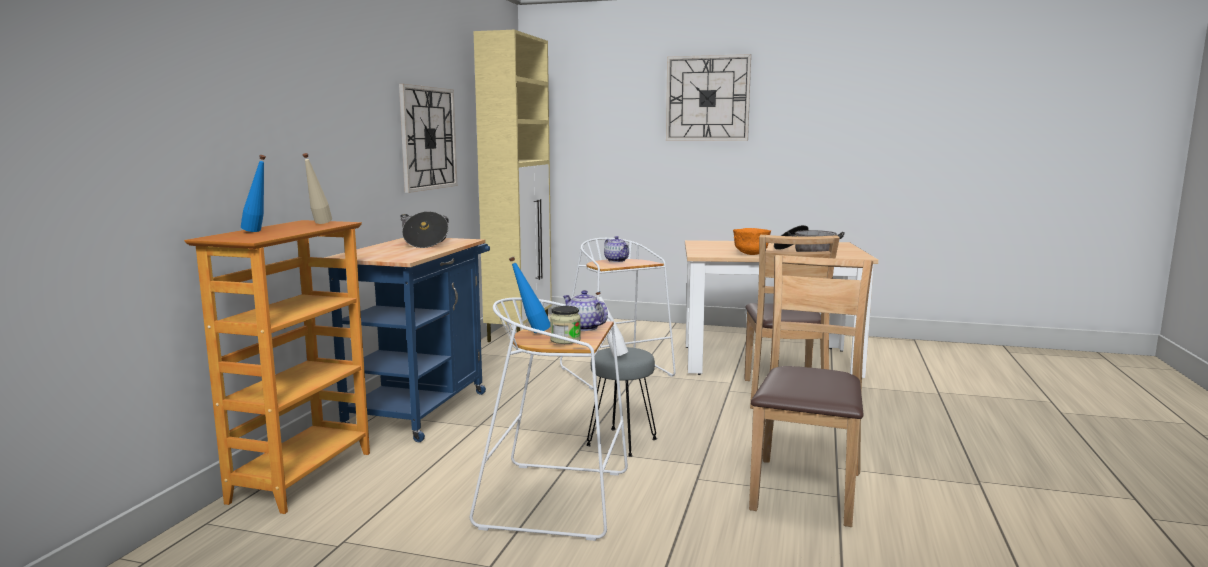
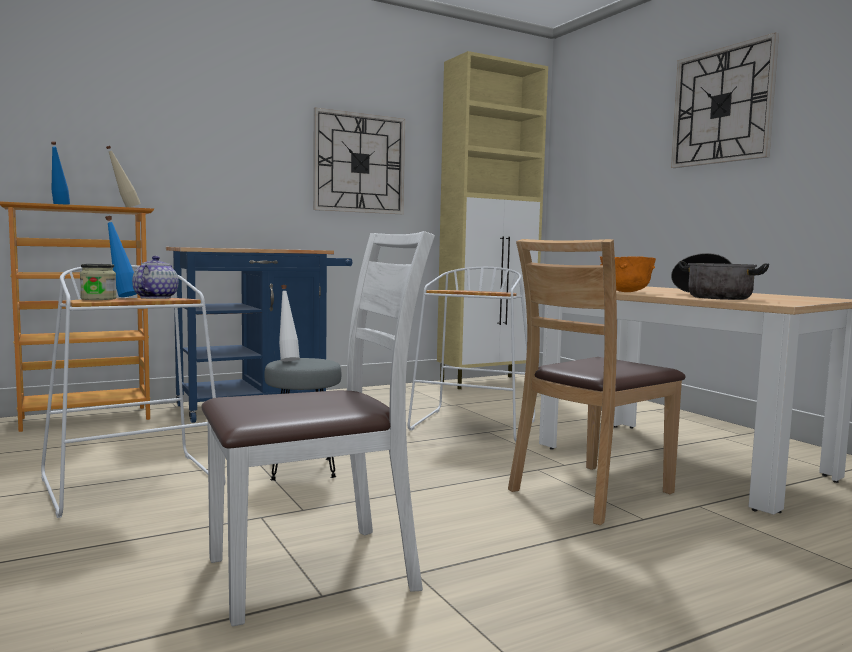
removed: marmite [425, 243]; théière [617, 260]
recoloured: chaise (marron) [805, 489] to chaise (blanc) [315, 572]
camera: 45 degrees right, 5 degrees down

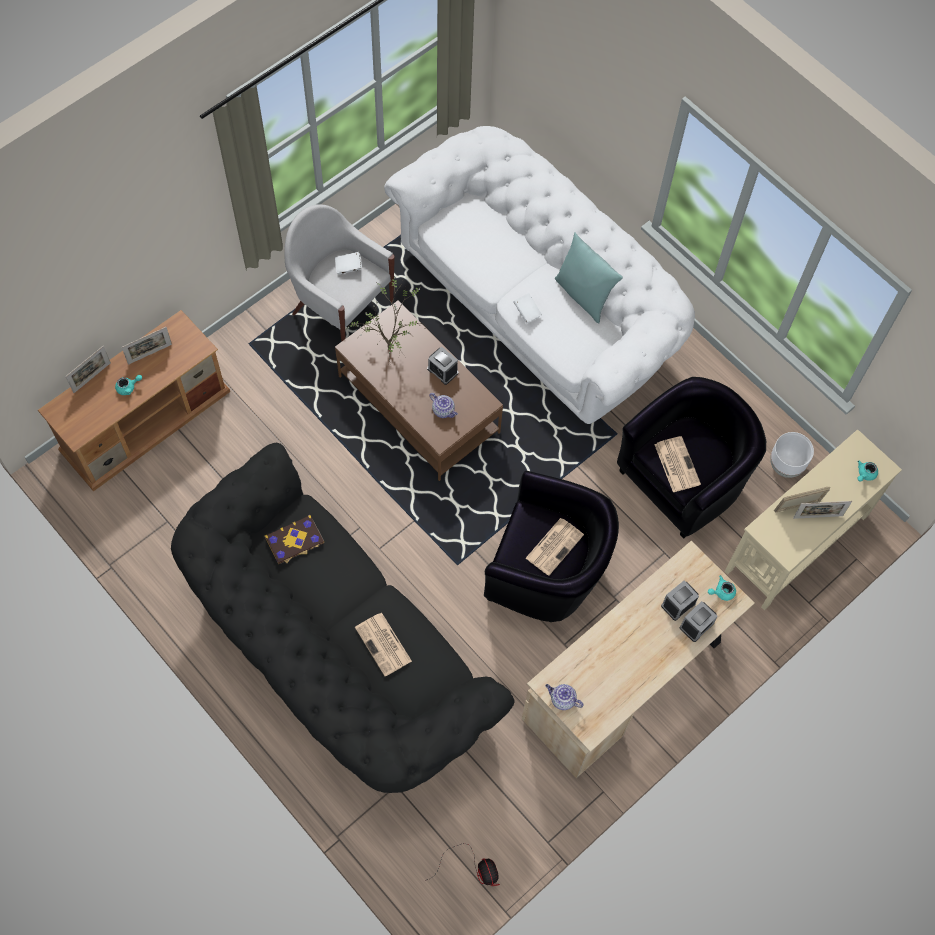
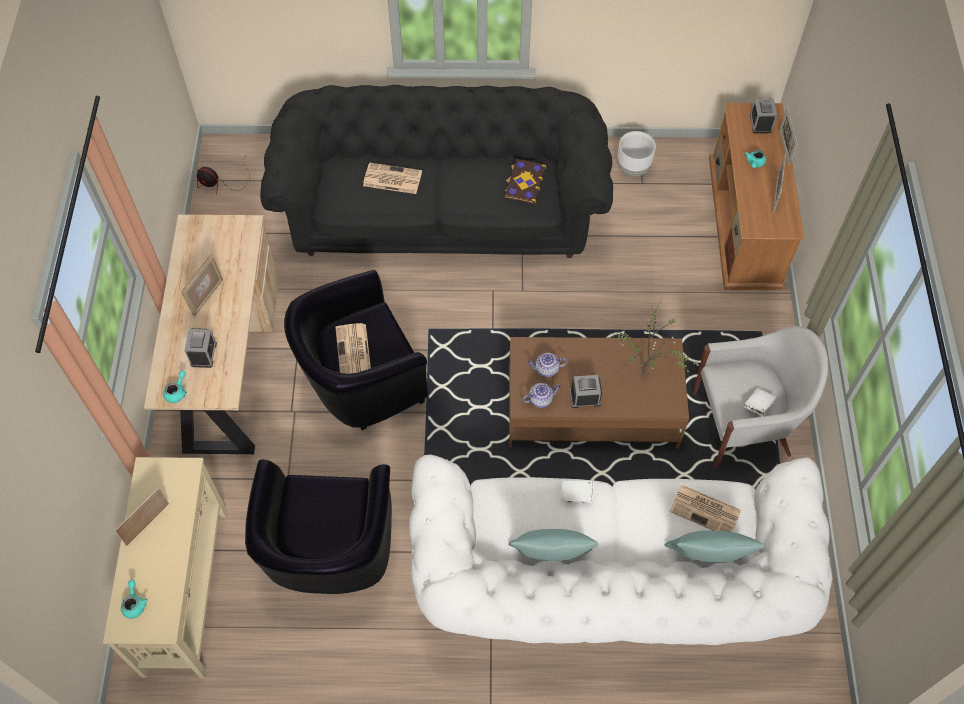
added: coussin (turquoise) [706, 559]
moved: théière [562, 699] to [541, 399]; journal [676, 464] to [706, 511]; réveil [696, 625] to [760, 123]; cache-pot (blanc) [785, 465] to [633, 168]; cadre photo [797, 507] to [206, 296]
camera: 135 degrees right, 5 degrees down

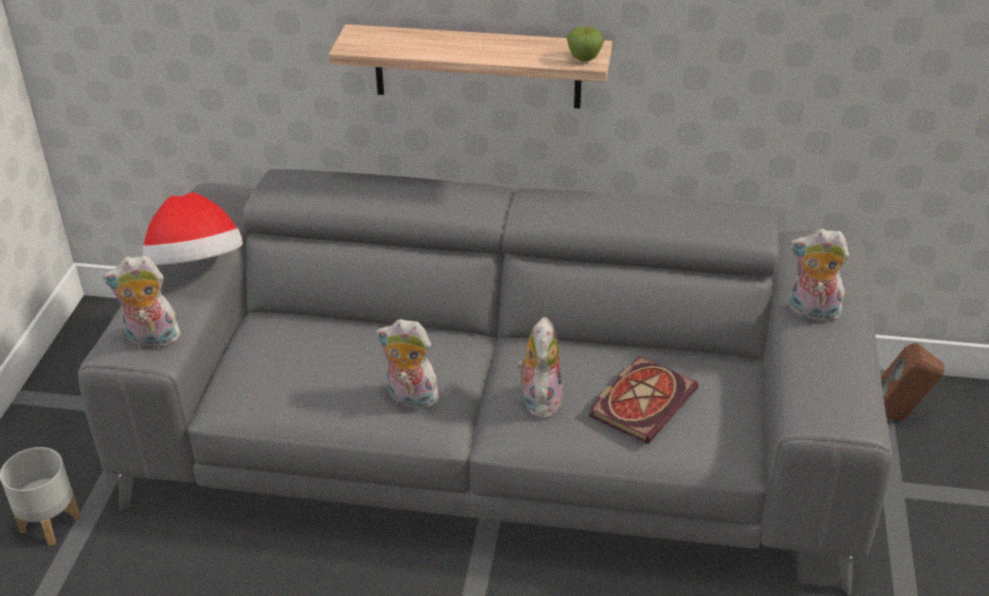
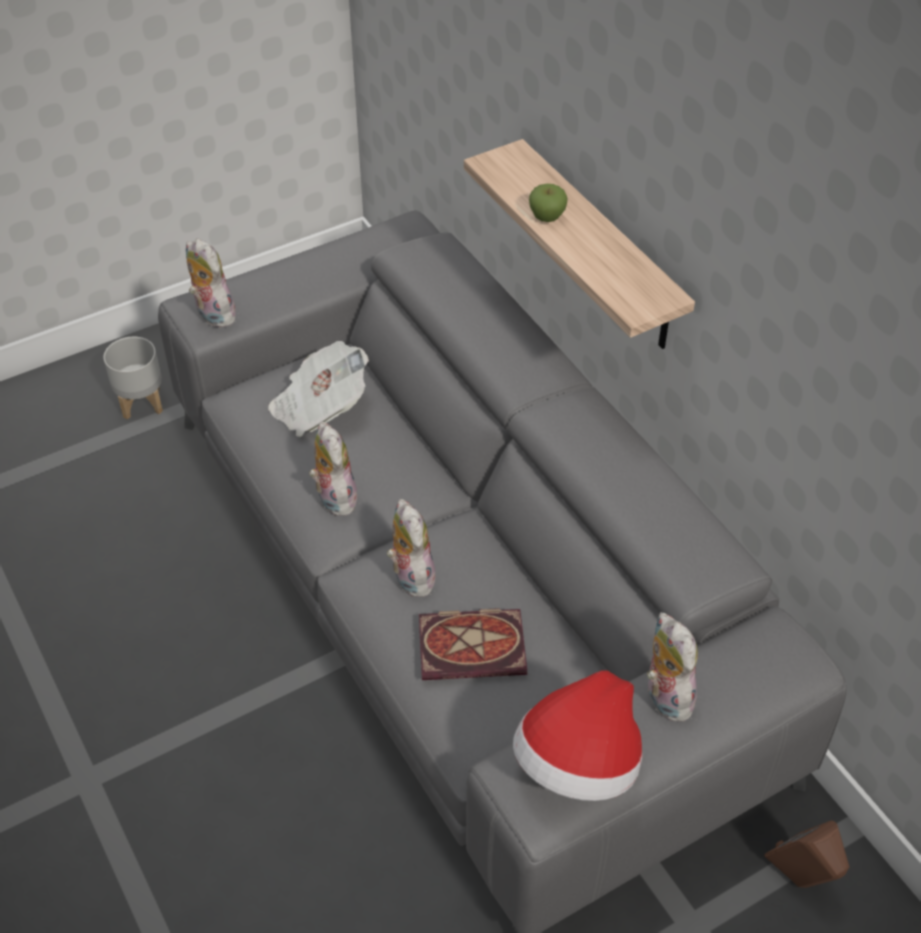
added: journal [319, 407]
moved: chapeau [197, 267] to [579, 764]; pomme [584, 59] to [547, 217]
turned: peluche [539, 399] = [410, 576] 75 degrees counterclockwise
camera: 50 degrees right, 10 degrees up

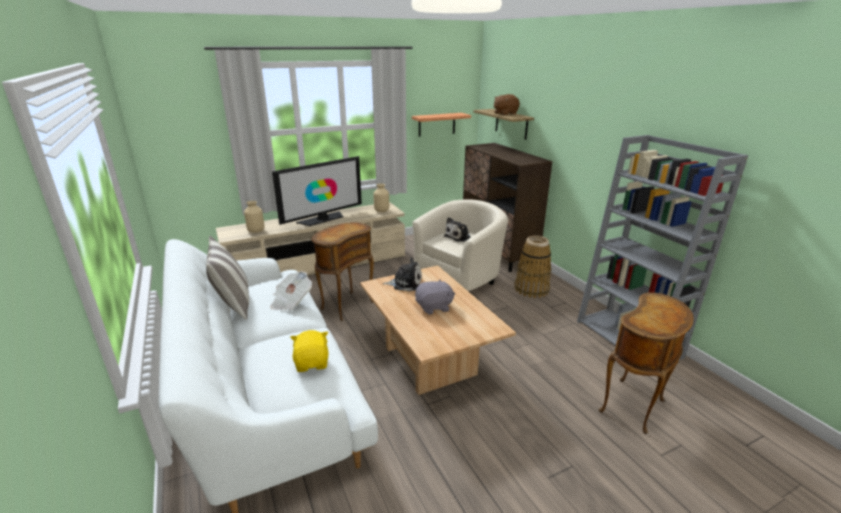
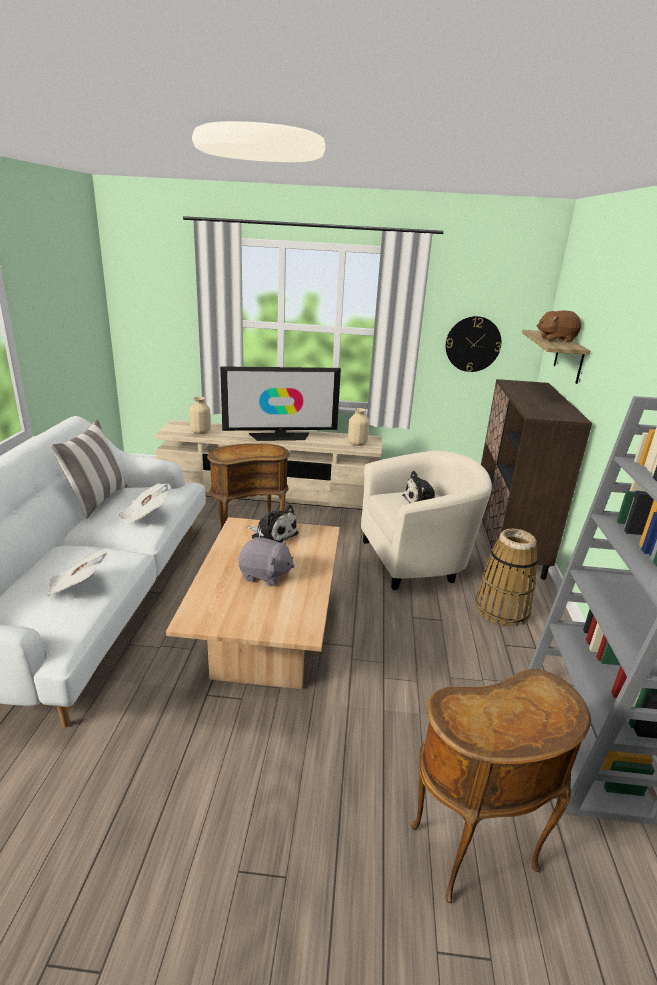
replaced: peluche (jaune) [312, 363] to journal [78, 585]; étagère [436, 124] to horloge murale [473, 344]
camera: 30 degrees right, 0 degrees up

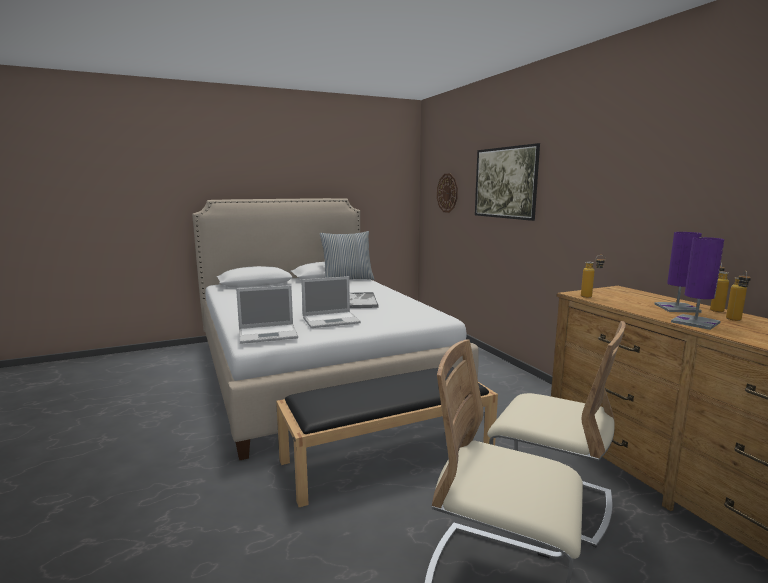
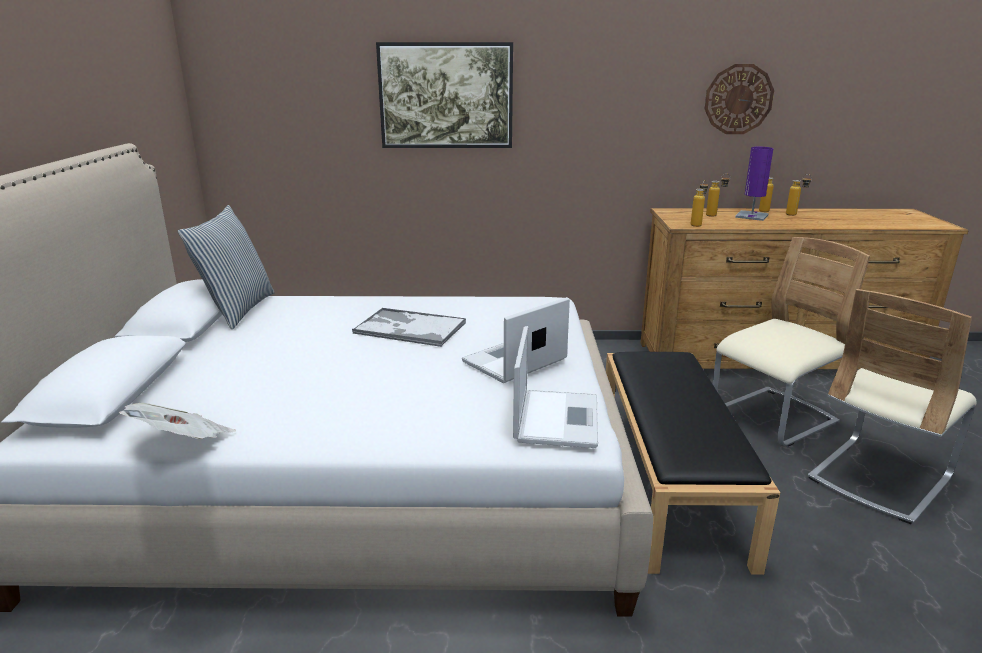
removed: lampe de table (violet) [695, 322]
added: journal [184, 443]; bouteille [715, 215]
moved: horloge murale [447, 193] to [738, 99]
turned: ordinateur portable [332, 320] = [513, 361] 135 degrees counterclockwise
camera: 65 degrees left, 10 degrees up

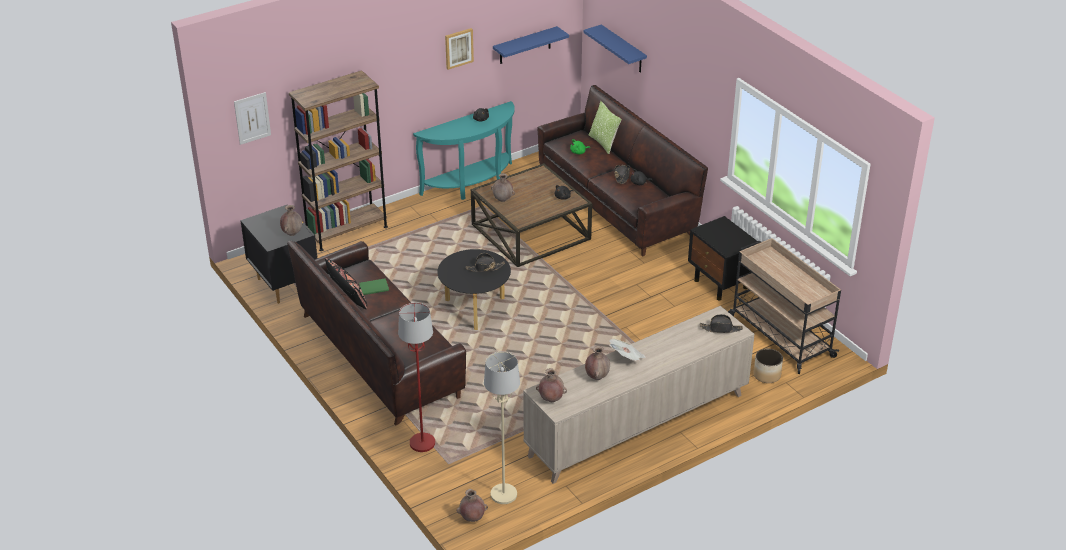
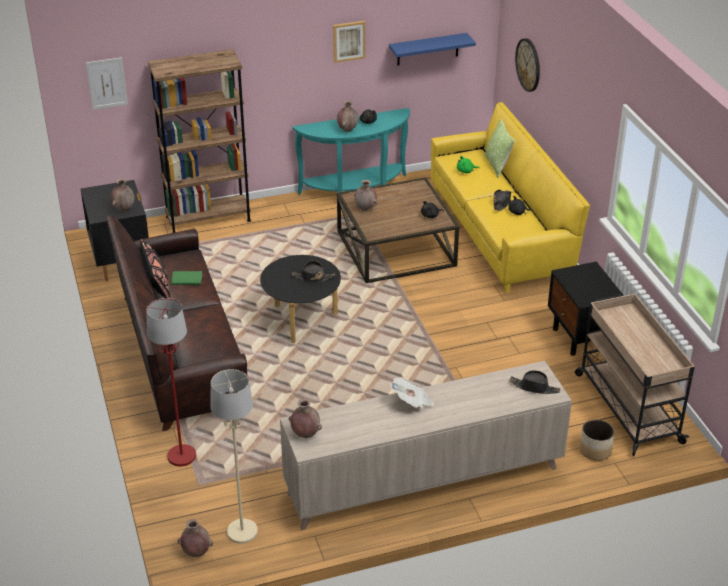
moved: vase (marron) [597, 376] to [347, 129]
replaced: étagère (bleu) [623, 49] to horloge murale [528, 64]
recoloured: canapé (marron) [617, 203] to canapé (jaune) [500, 233]
camera: 15 degrees right, 0 degrees up

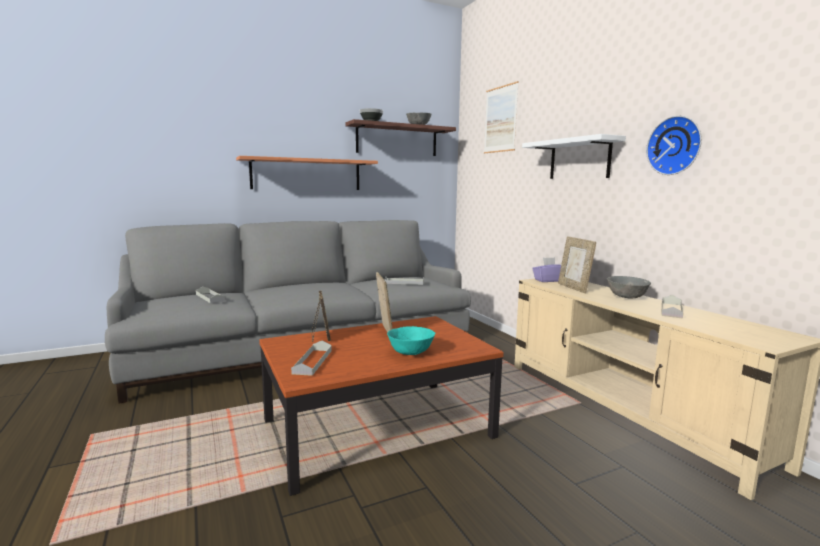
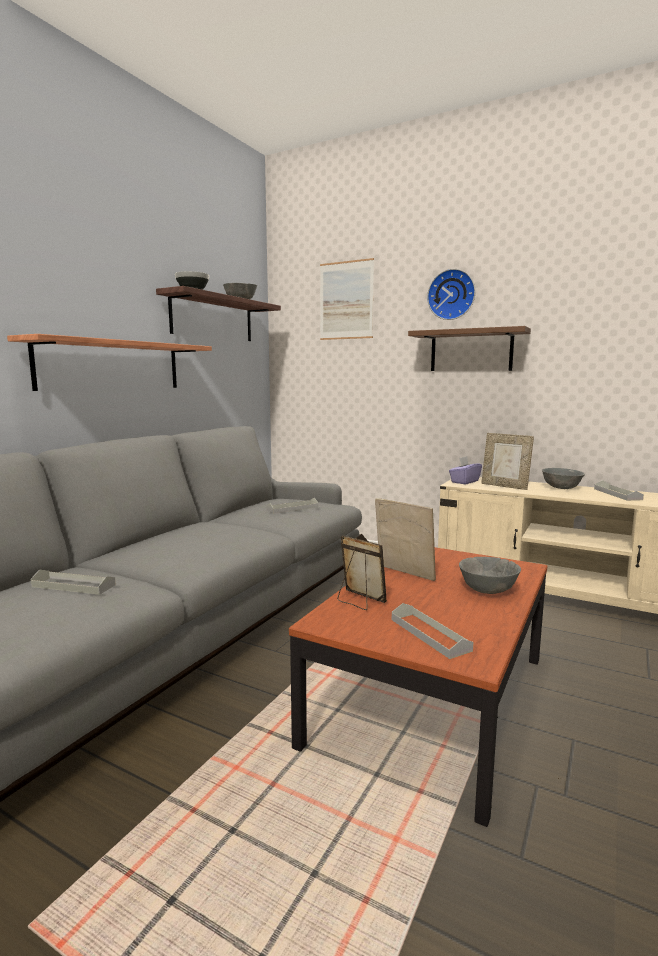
moved: horloge murale [675, 146] to [452, 295]
recoloured: bol (turquoise) [410, 352] to bol (gris) [487, 590]; étagère (blanc) [579, 159] to étagère (marron) [471, 351]
camera: 35 degrees left, 0 degrees up

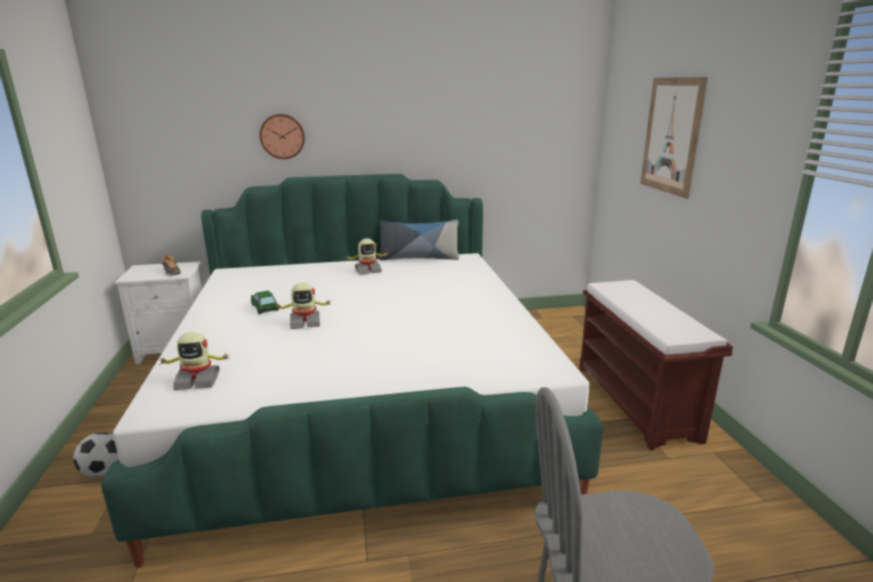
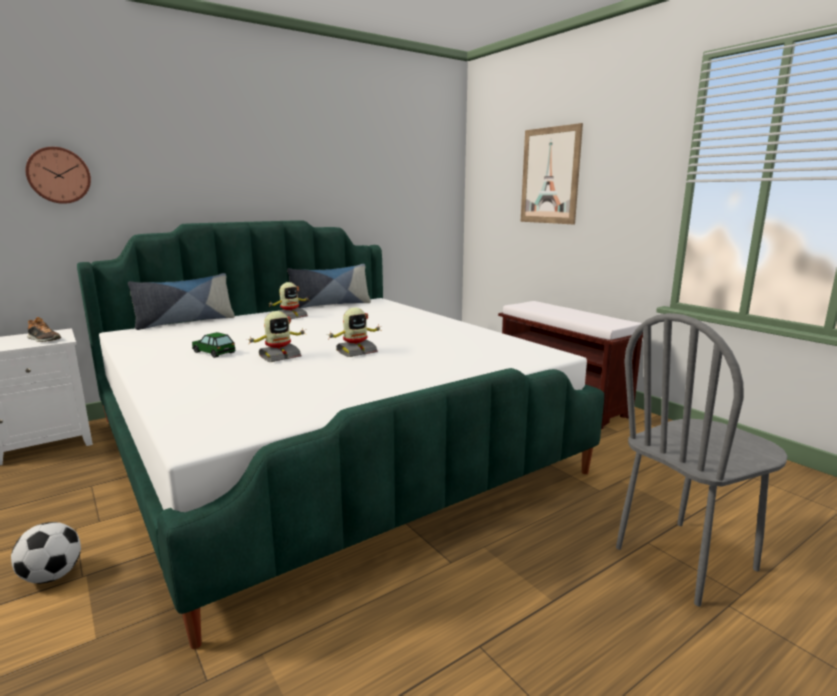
added: coussin [185, 322]
moved: robot jouet [198, 380] to [356, 352]; horloge murale [282, 136] to [58, 175]
camera: 25 degrees left, 5 degrees down

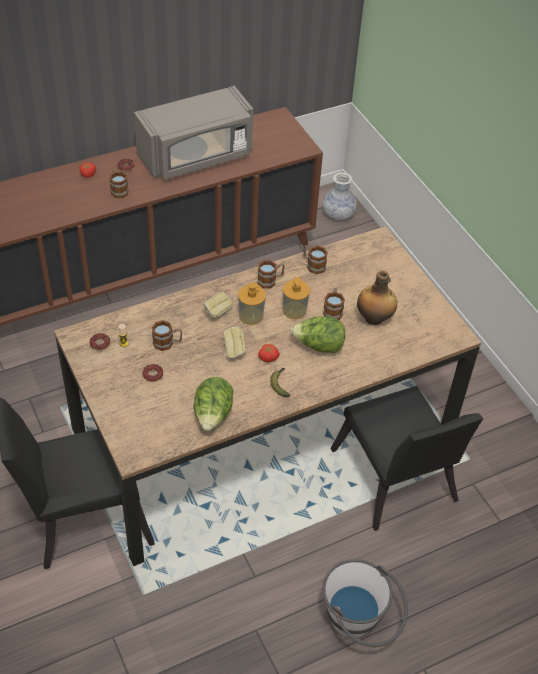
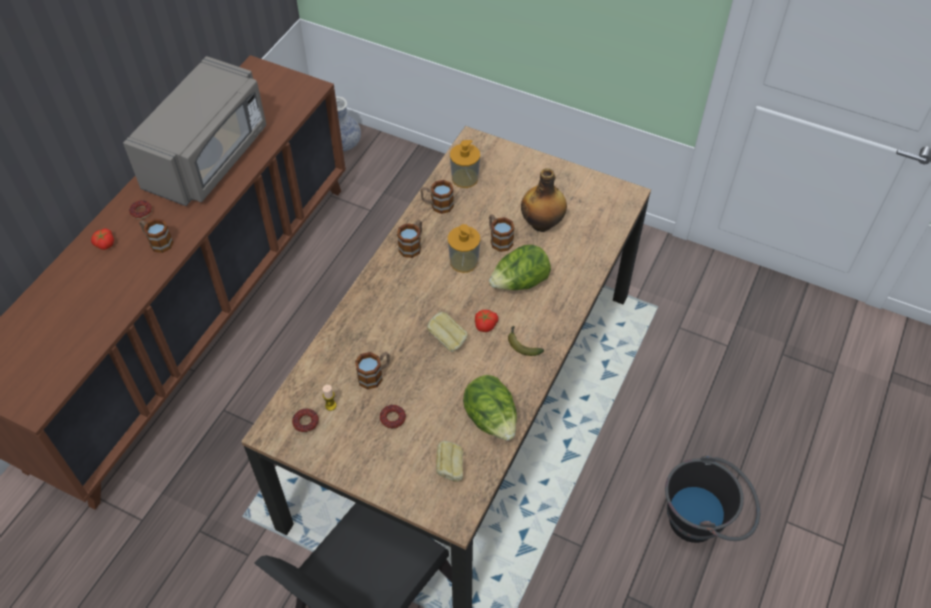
removed: chaise (noir) [395, 482]
moved: pain [217, 313] to [450, 469]; distributeur de savon [251, 316] to [465, 178]
recoloured: seau (blanc) [359, 623] to seau (noir) [703, 521]
camera: 35 degrees left, 5 degrees up

